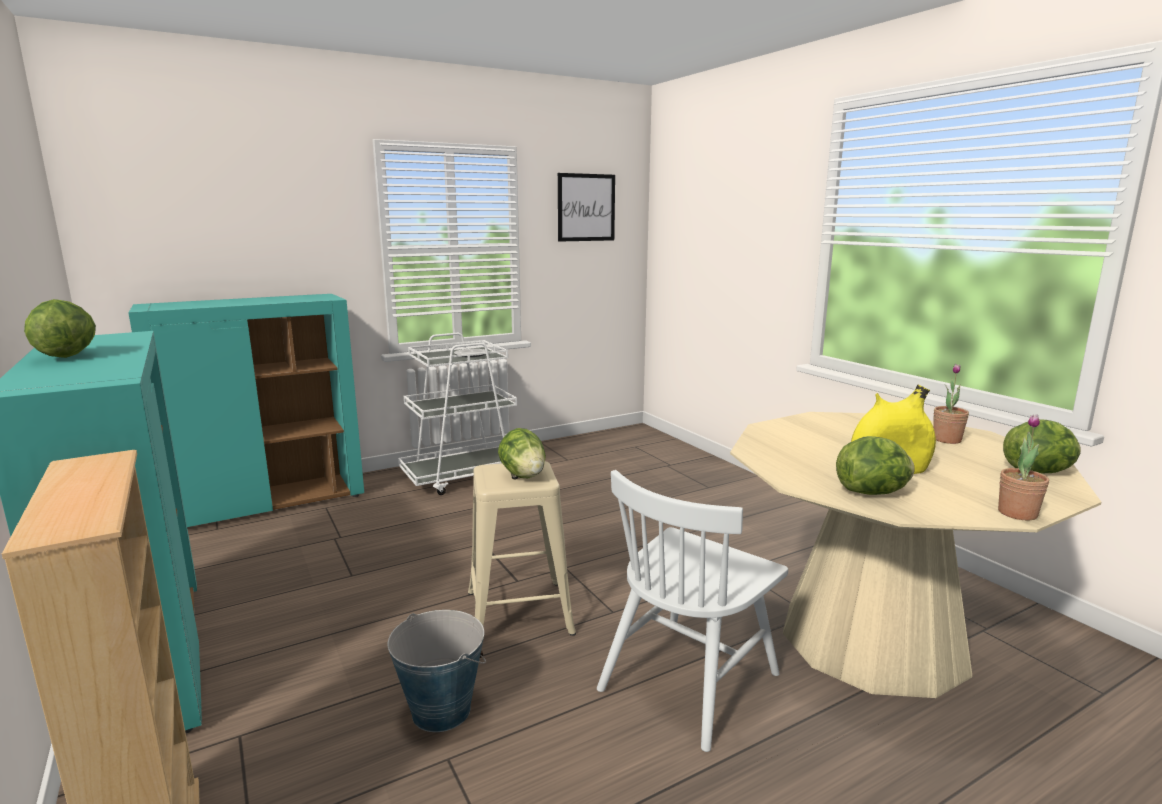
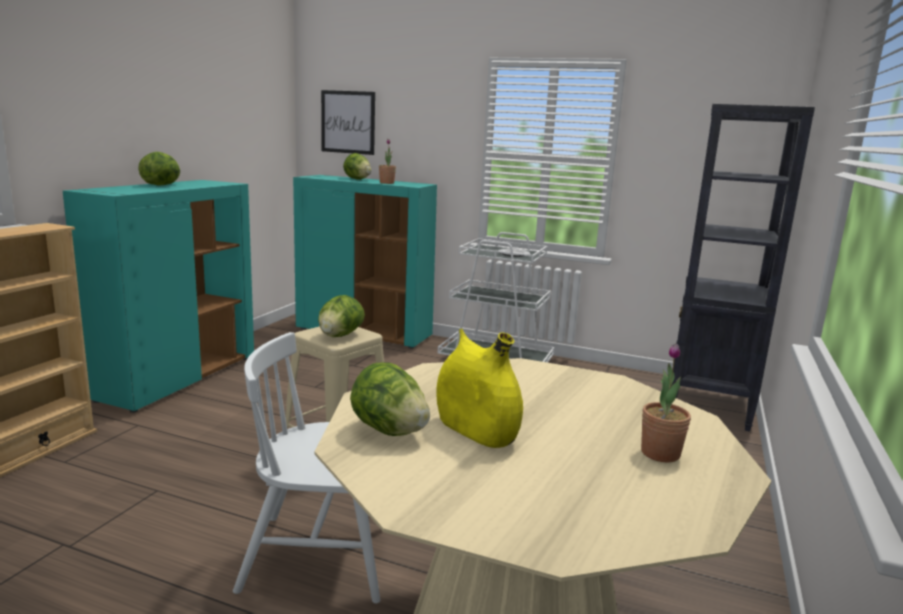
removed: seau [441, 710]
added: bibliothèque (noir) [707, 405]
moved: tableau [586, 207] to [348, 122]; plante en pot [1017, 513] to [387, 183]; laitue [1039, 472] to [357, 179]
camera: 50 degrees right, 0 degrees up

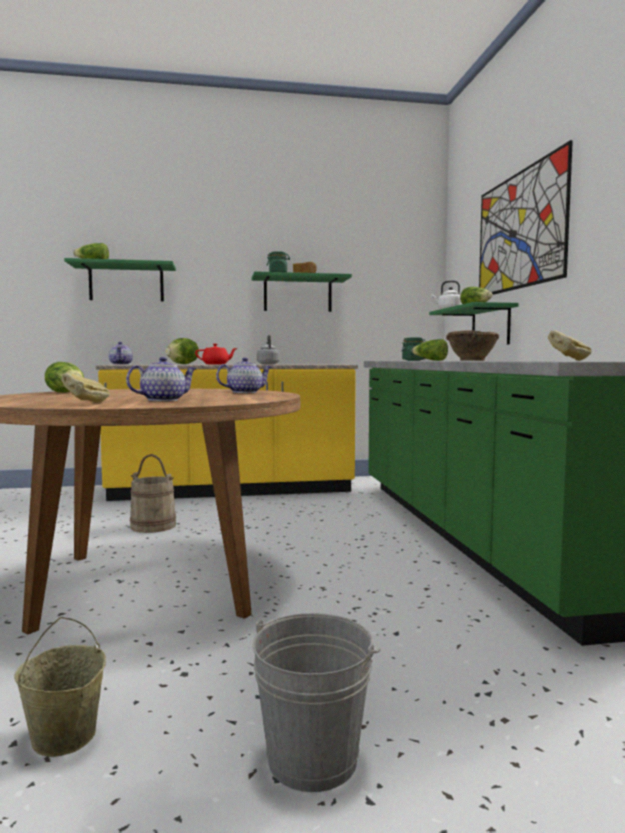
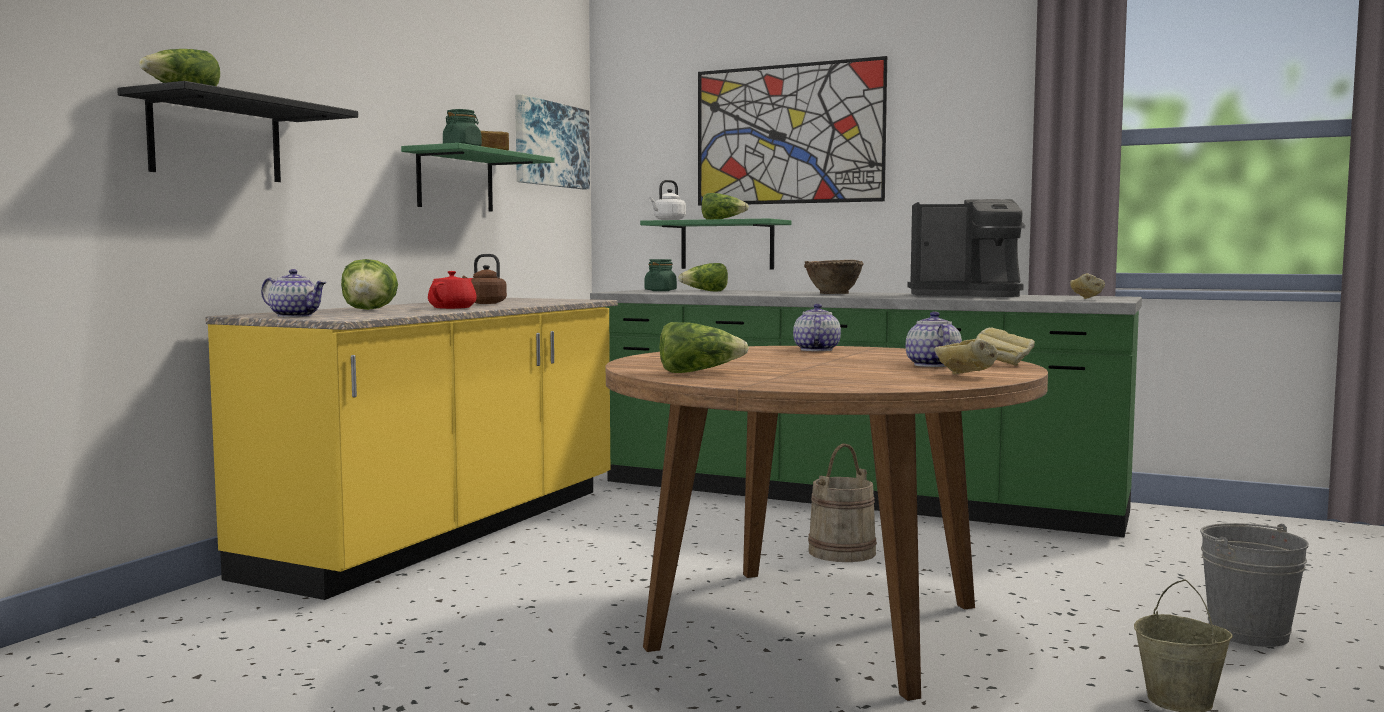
added: tableau [550, 144]; machine à café [967, 296]; pain [1004, 364]
moved: seau (beige) [153, 526] to [841, 552]
recoloured: étagère (vert) [126, 283] to étagère (noir) [216, 140]; bouilloire (gris) [268, 364] to bouilloire (marron) [484, 303]
camera: 55 degrees left, 0 degrees up

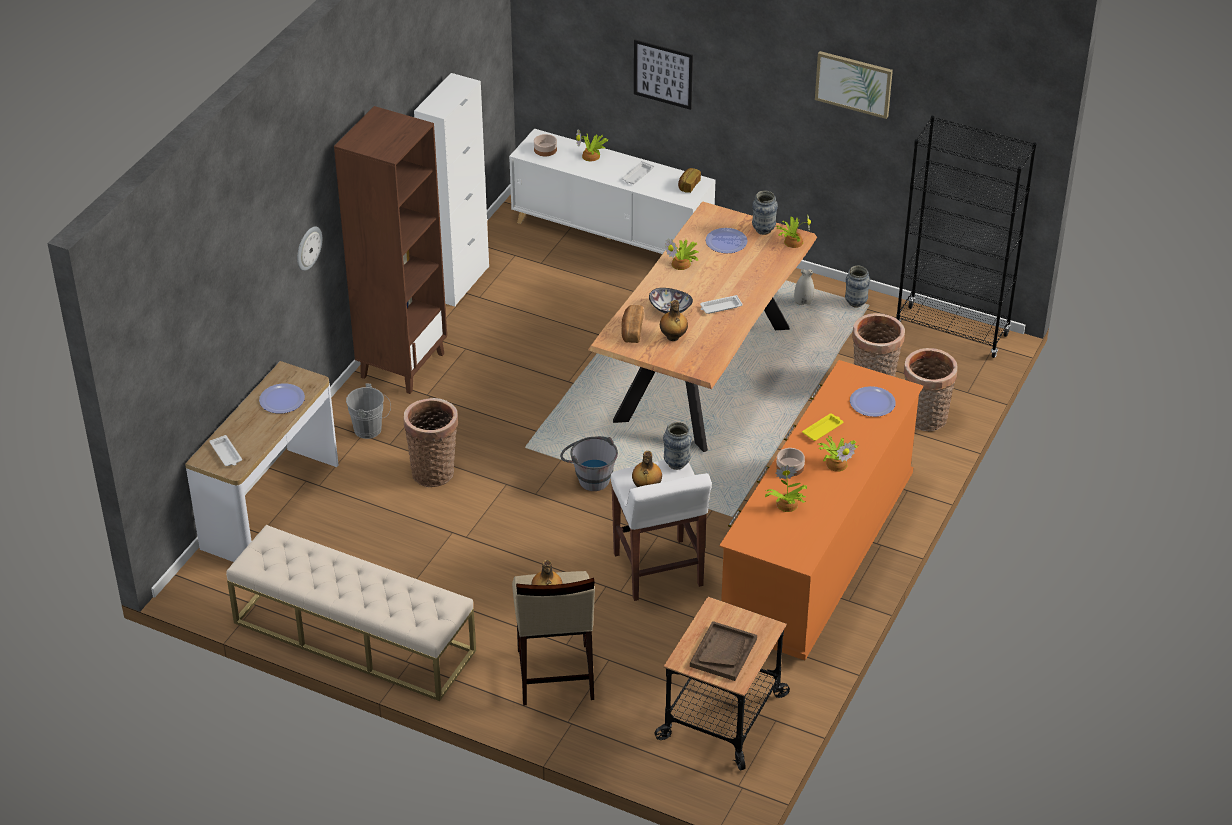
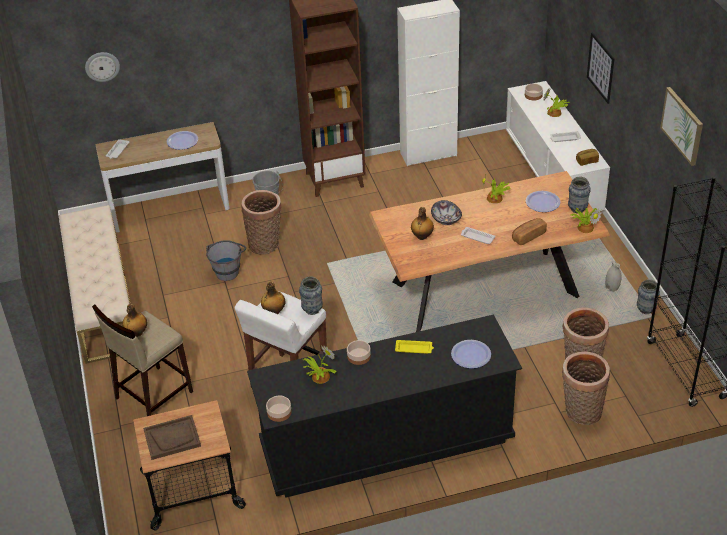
removed: plante en pot [837, 463]
added: bol [278, 412]
moved: horloge murale [308, 248] to [102, 66]; seau (gris) [589, 477] to [228, 270]; pain [631, 330] to [528, 236]
recoloured: commode (orange) [816, 555] to commode (noir) [386, 442]
camera: 50 degrees right, 0 degrees up

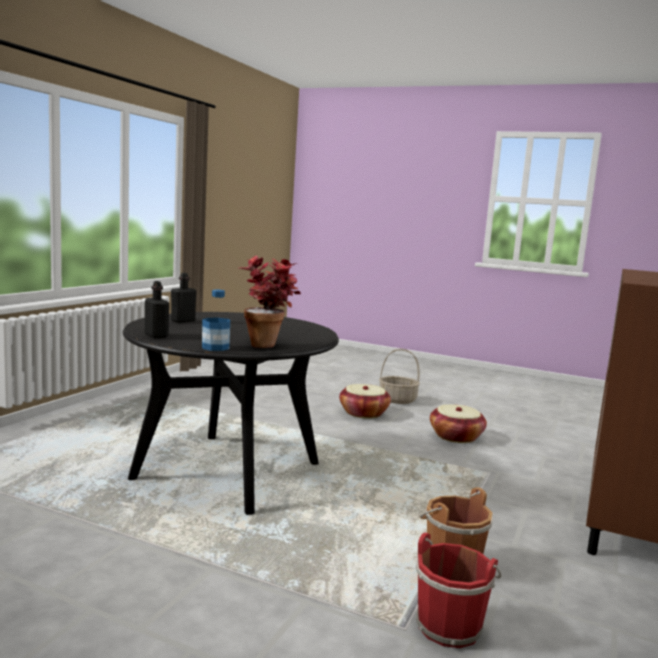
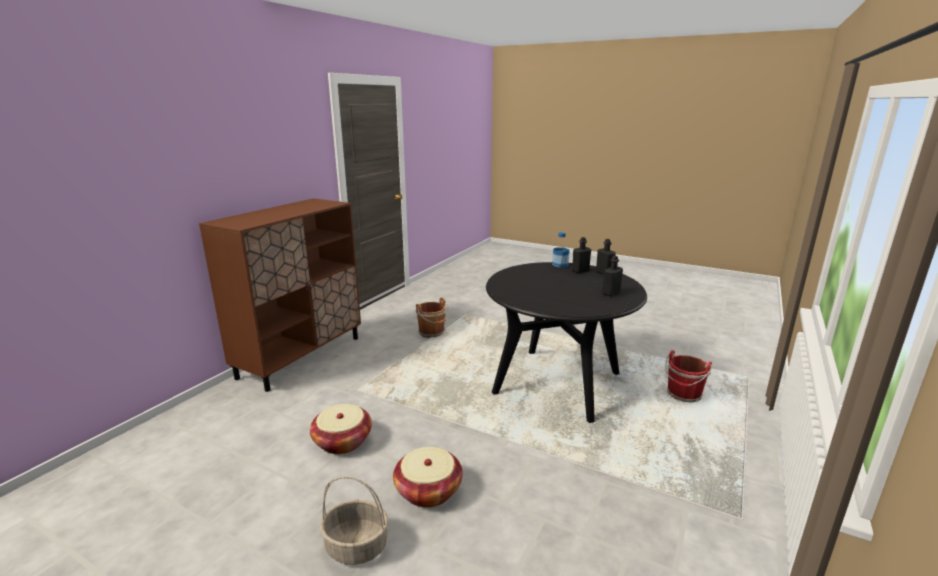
removed: plante en pot [269, 344]
added: bouteille (noir) [580, 271]
moved: seau (rouge) [449, 625] to [683, 395]
camera: 175 degrees left, 10 degrees up

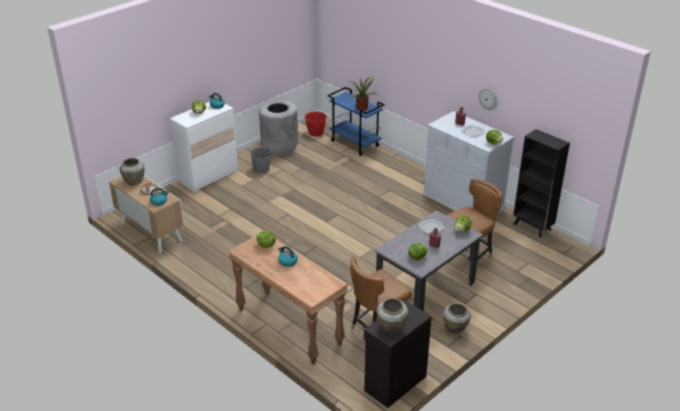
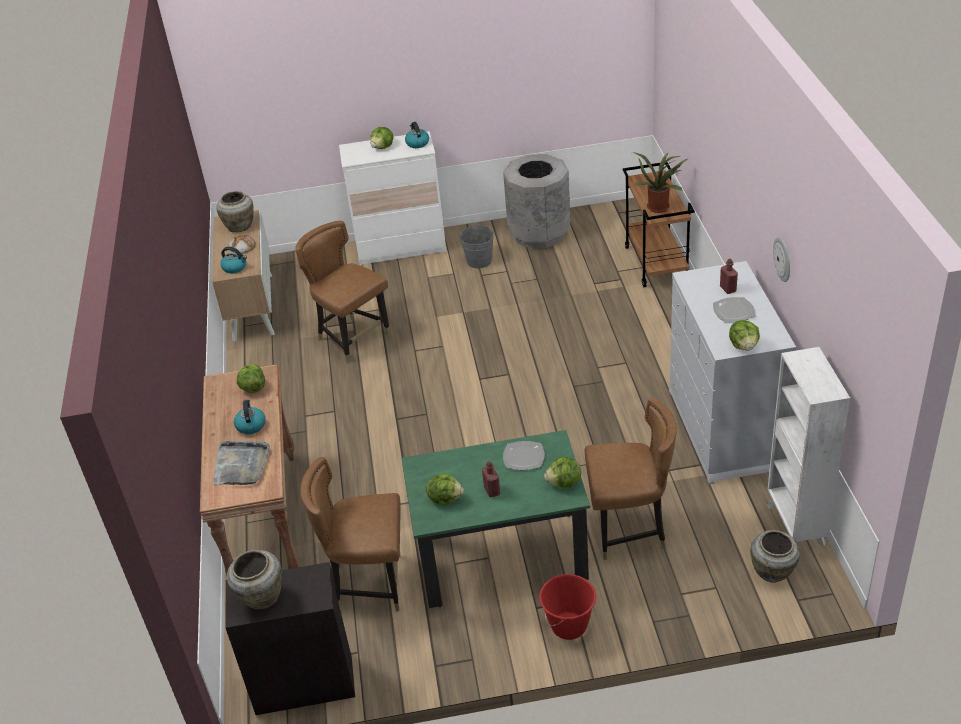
added: plateau (gris) [241, 465]; chaise (marron) [353, 338]
moved: seau (rouge) [316, 133] to [569, 626]; vase (beige) [455, 329] to [772, 573]
recoloured: chariot (bleu) [355, 143] to chariot (marron) [657, 264]; table à manger (gris) [425, 290] to table à manger (vert) [501, 557]; bibliothèque (noir) [532, 227] to bibliothèque (blanc) [795, 526]
camera: 40 degrees right, 5 degrees up

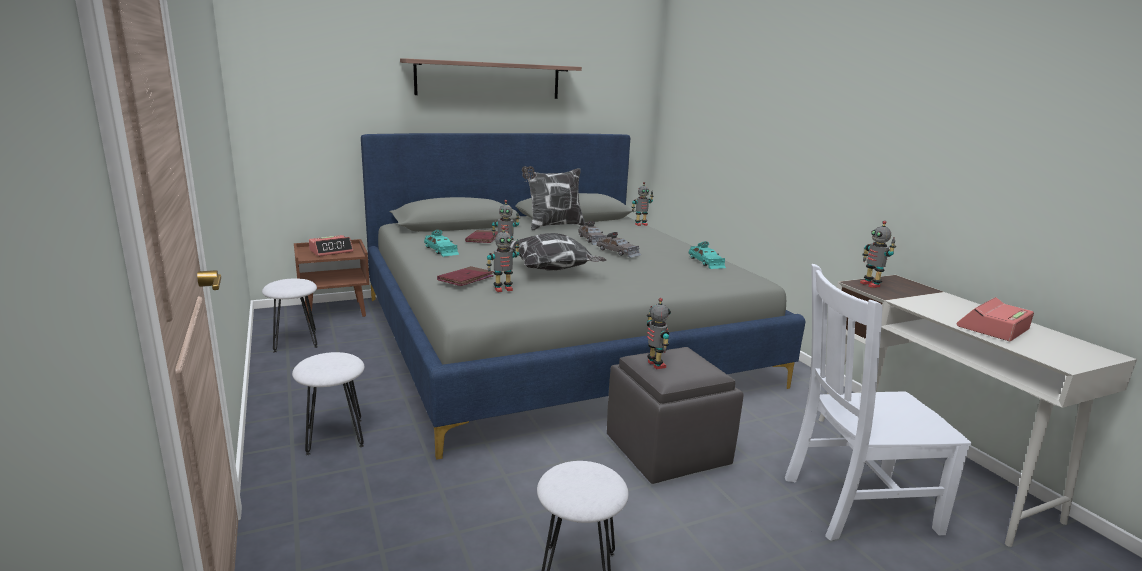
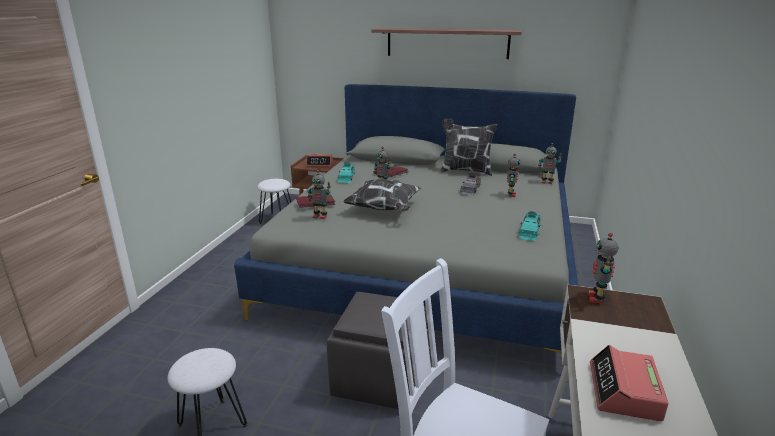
removed: tabouret (blanc) [334, 436]; petite voiture (gris) [618, 252]
moved: robot jouet [655, 365] to [510, 195]
turned: réveil [992, 328] = [624, 391] 75 degrees counterclockwise
camera: 40 degrees right, 5 degrees up

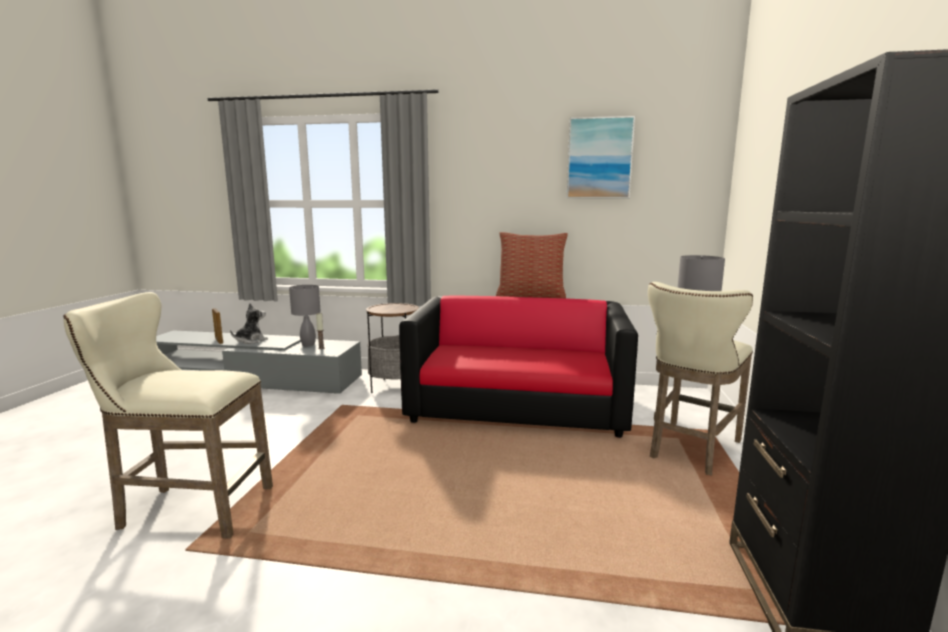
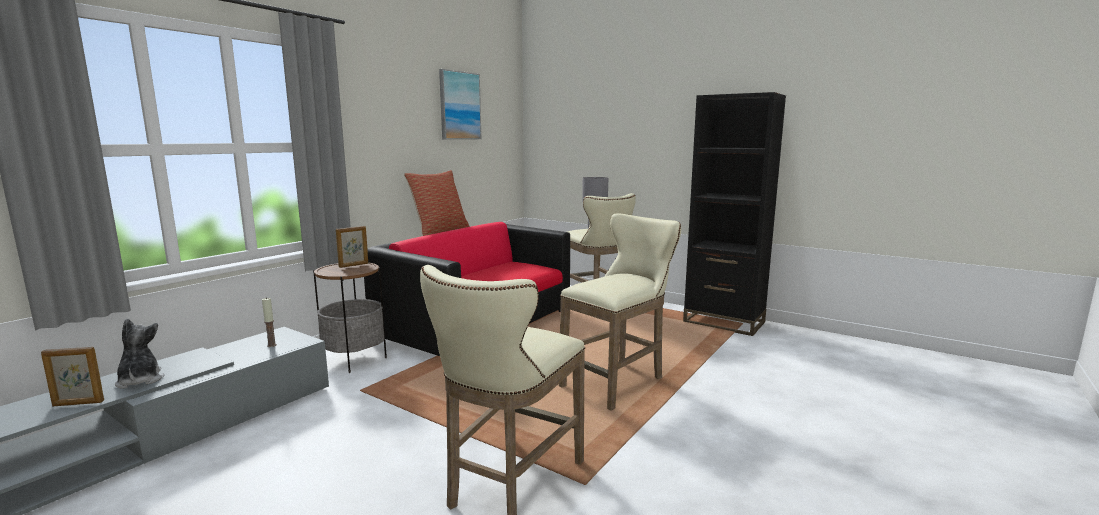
removed: lampe de table (gris) [308, 344]
added: cadre photo [354, 265]; tabouret (beige) [618, 382]
camera: 65 degrees left, 0 degrees up

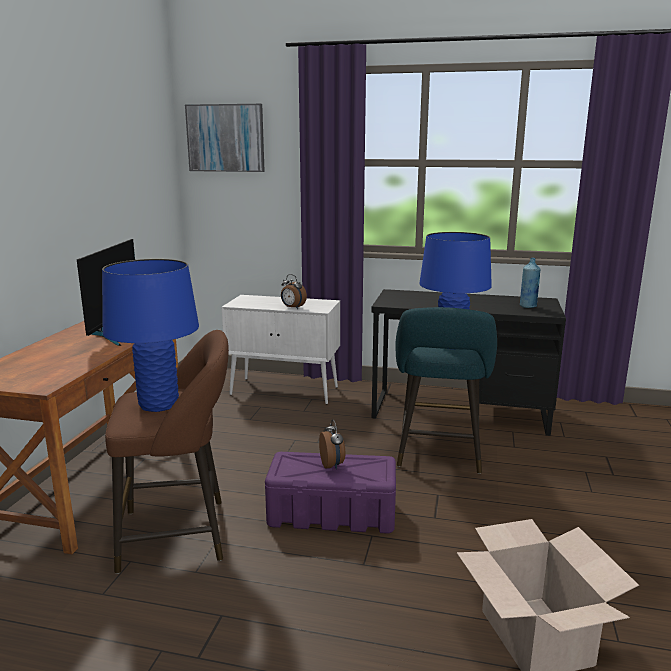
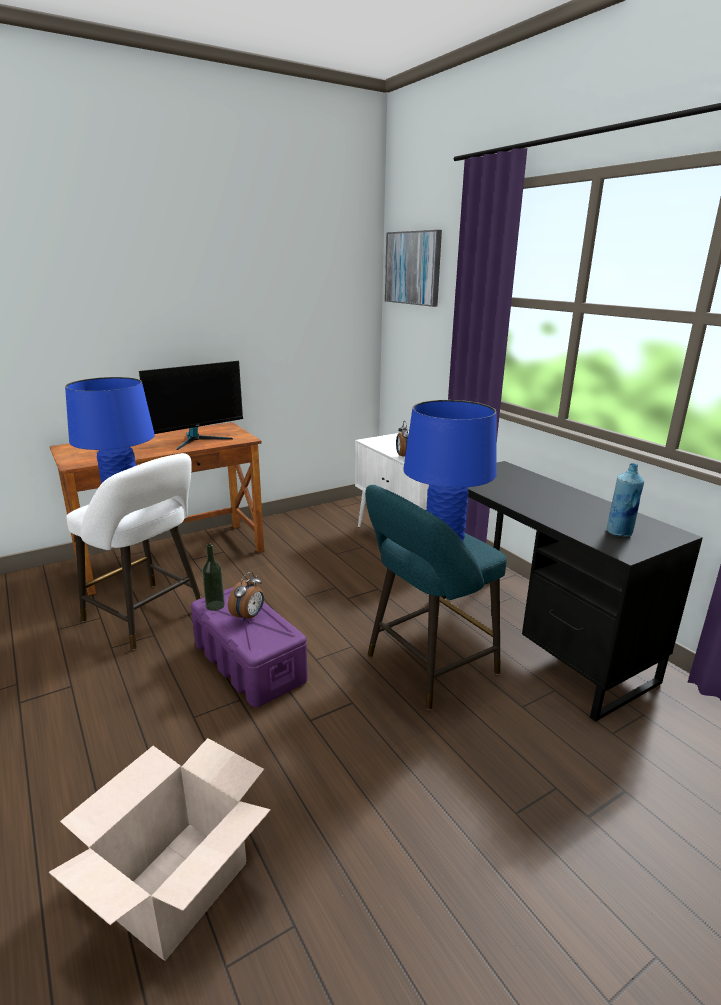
added: bouteille [215, 605]
recoloured: tabouret (marron) [181, 534] to tabouret (blanc) [148, 617]
camera: 45 degrees right, 5 degrees up

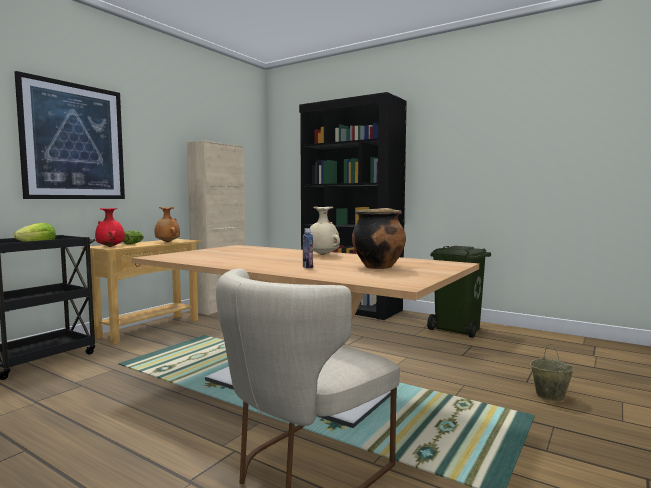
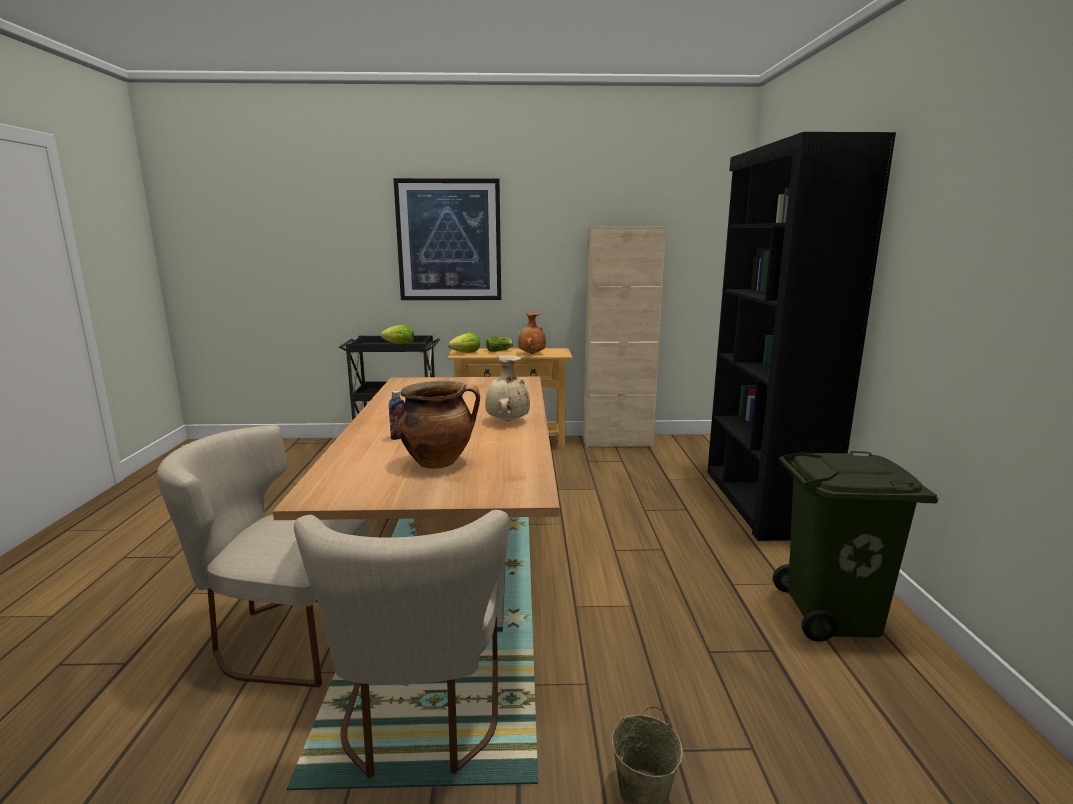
added: chaise (beige) [421, 720]
replaced: vase (rouge) [111, 246] to laitue [466, 353]
camera: 55 degrees right, 10 degrees up

